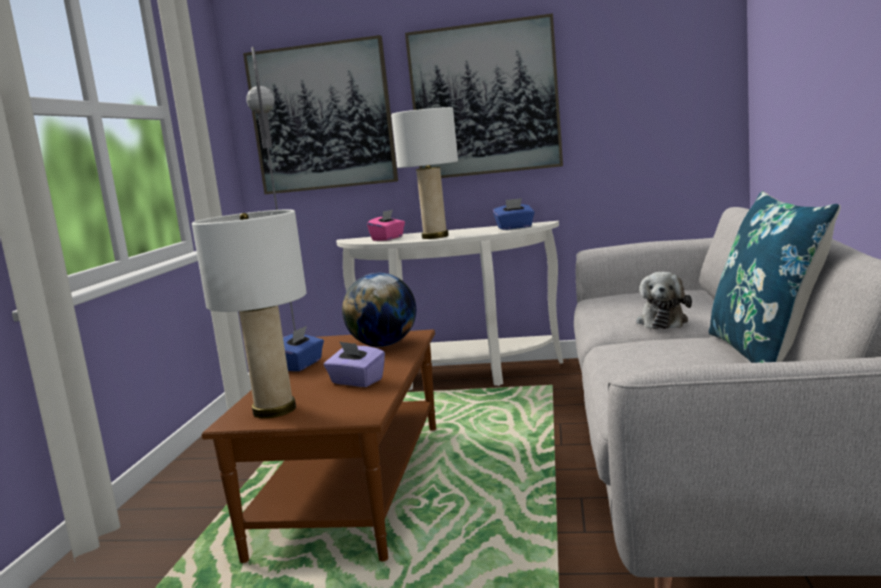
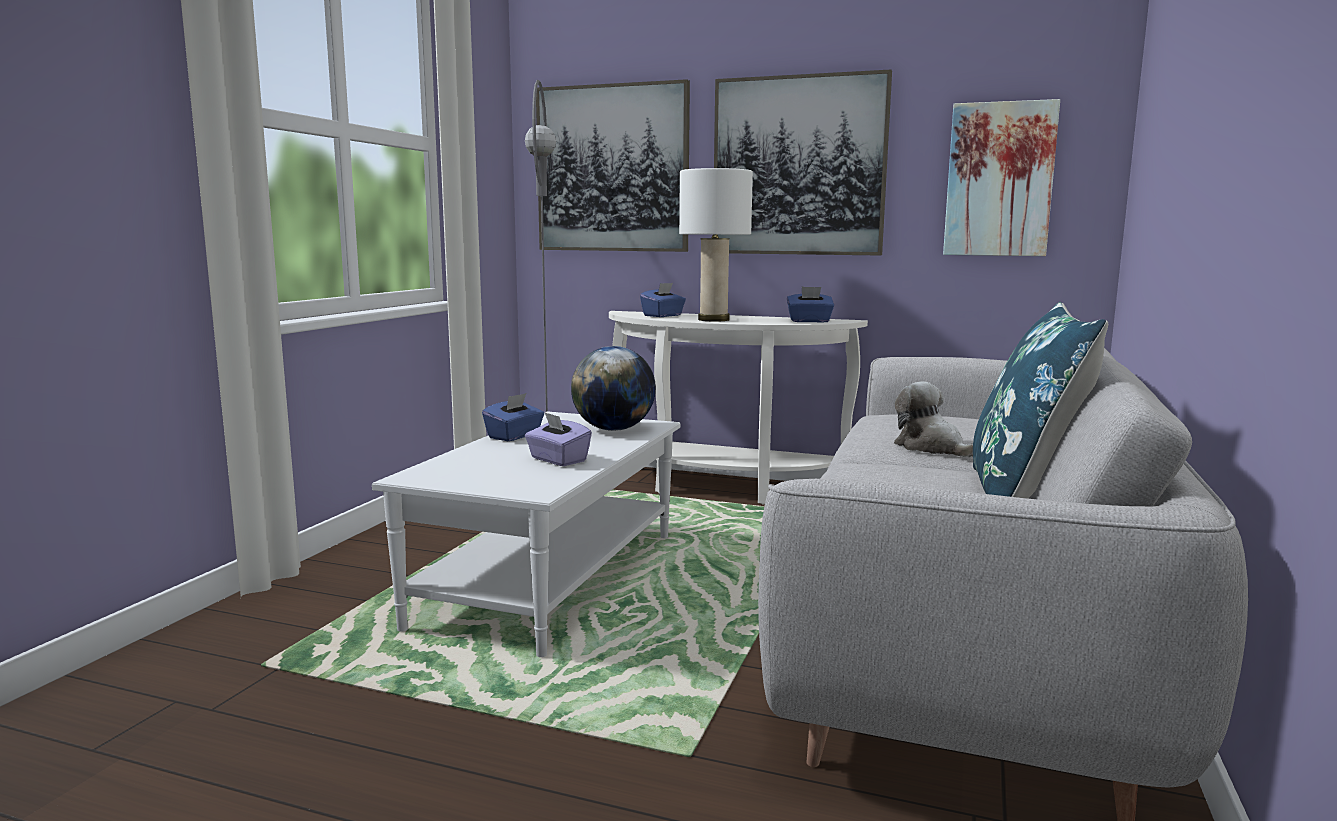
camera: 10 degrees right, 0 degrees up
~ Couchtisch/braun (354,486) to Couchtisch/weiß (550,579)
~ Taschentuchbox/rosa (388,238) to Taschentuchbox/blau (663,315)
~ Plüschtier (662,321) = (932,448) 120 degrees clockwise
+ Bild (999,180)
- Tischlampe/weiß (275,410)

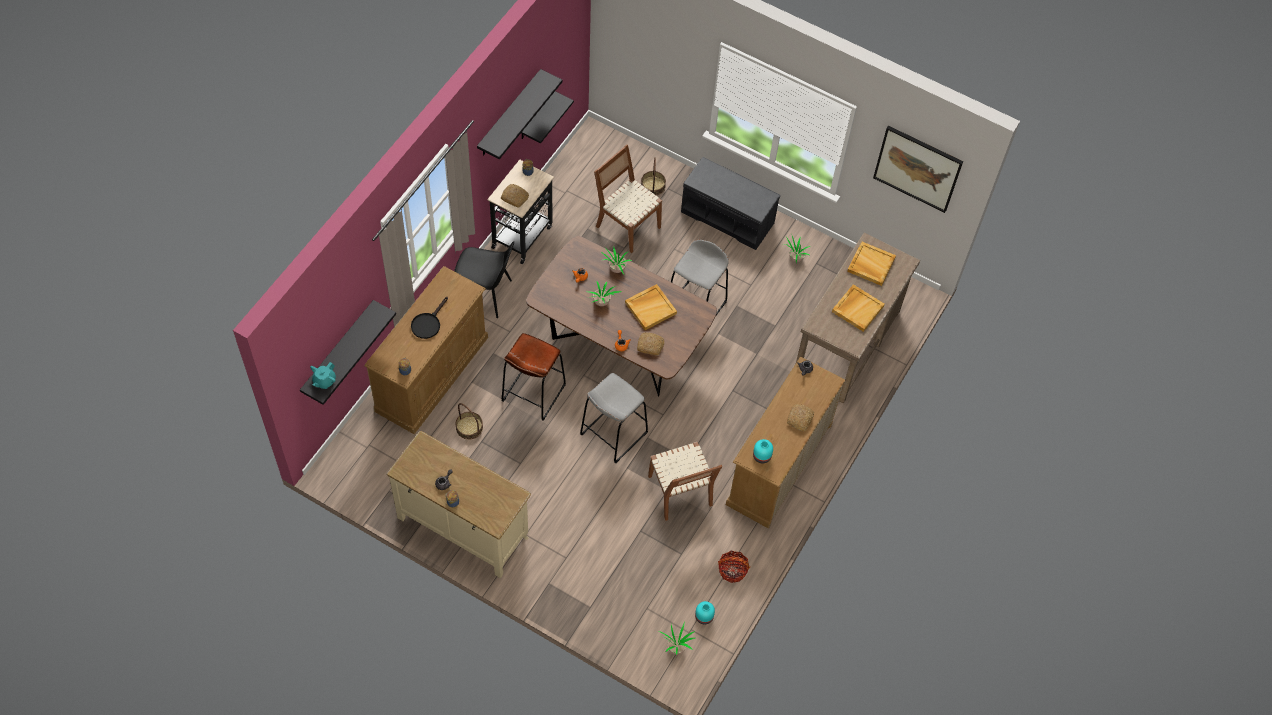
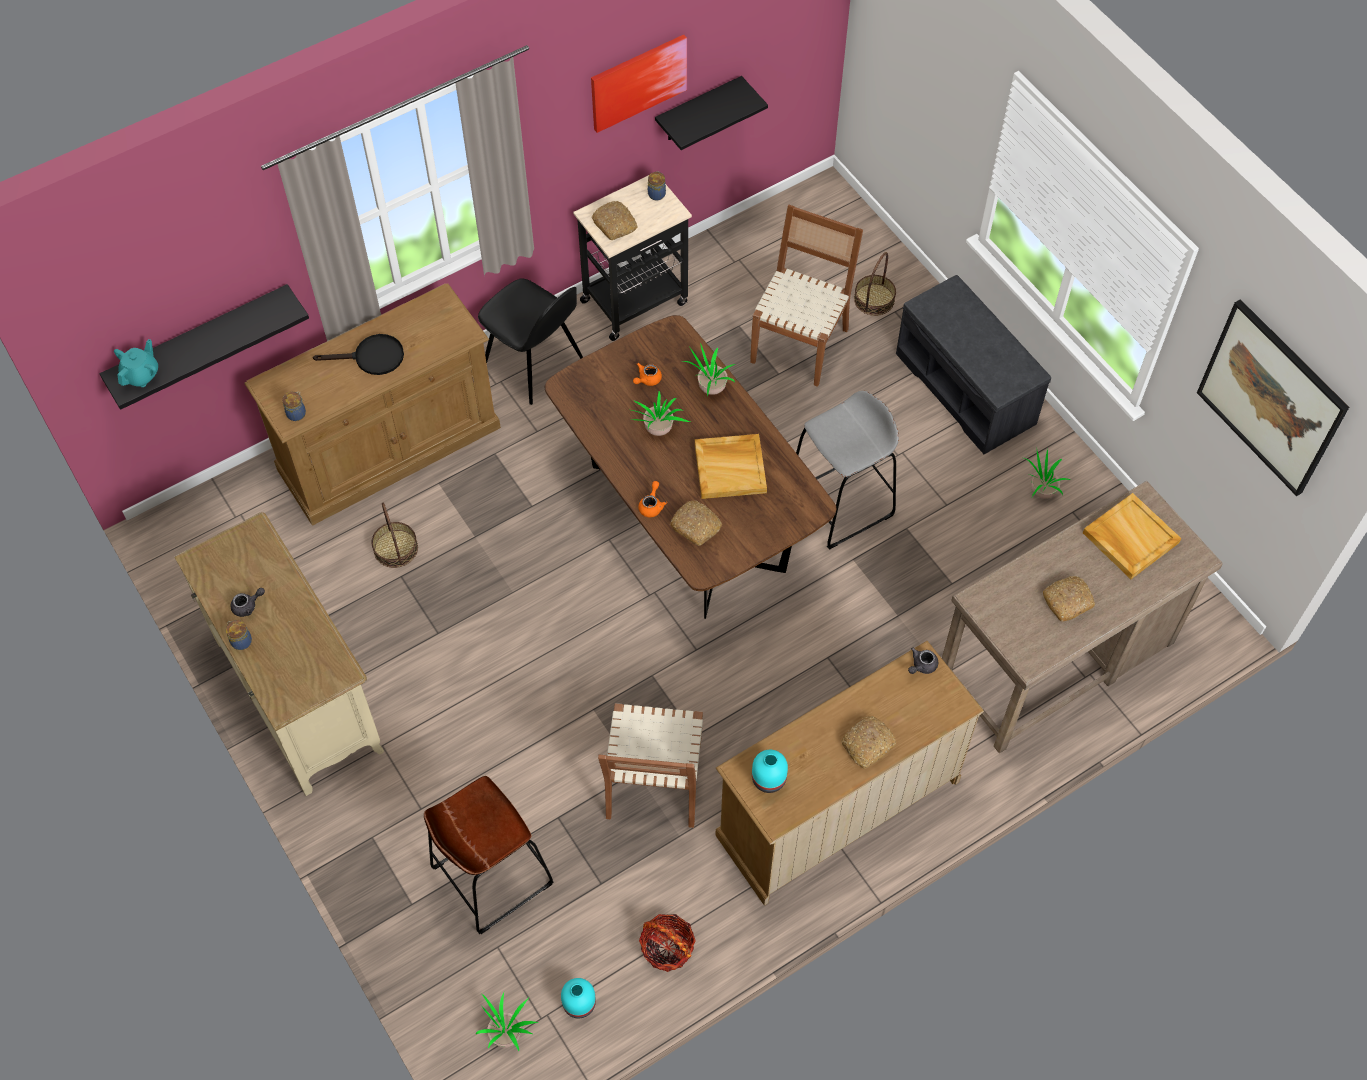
camera: 30 degrees right, 0 degrees up
~ Teekanne/türkis (324,381) = (141,375) 150 degrees clockwise
~ Pfanne/schwarz (428,323) = (372,358) 150 degrees counterclockwise
~ Hocker/braun (533,393) to (491,875)
~ Wandregal/schwarz (509,114) to Bild (638,82)
~ Stuhl (626,225) = (801,342) 45 degrees clockwise
~ Tablett/beige (857,308) to Brot (1068,601)
- Hocker/grau (613,433)

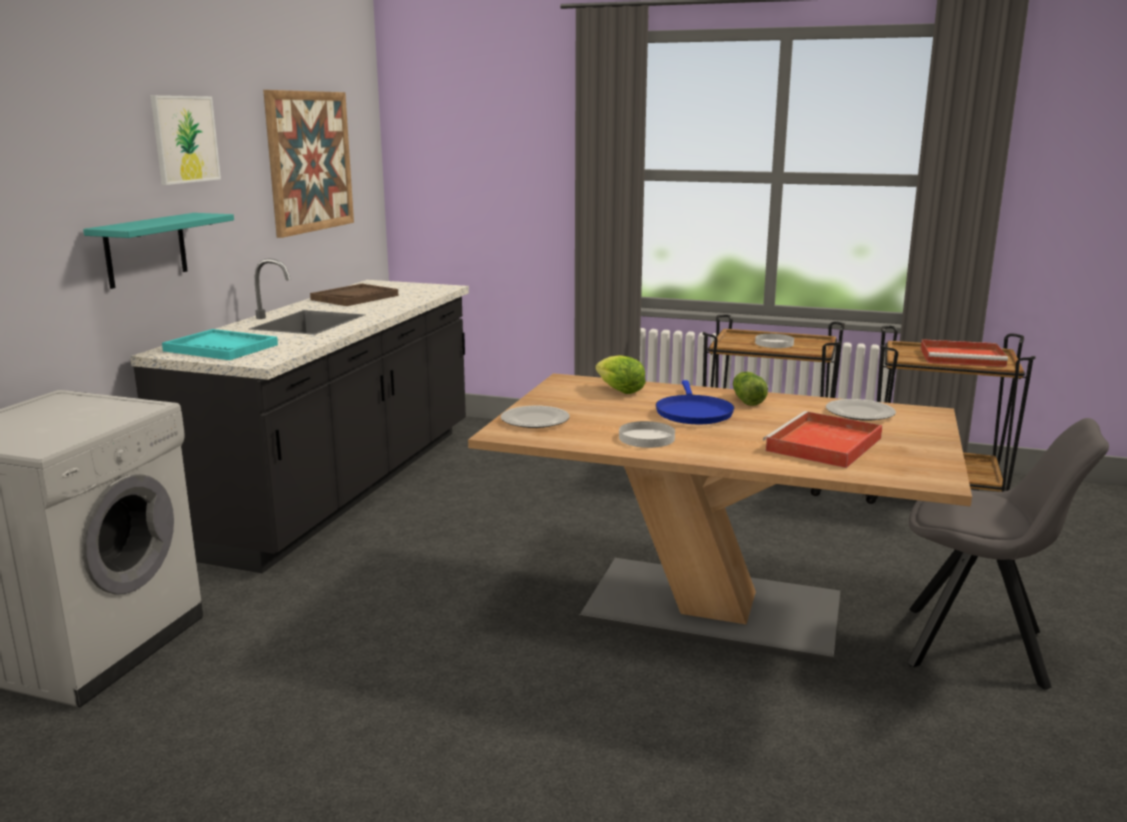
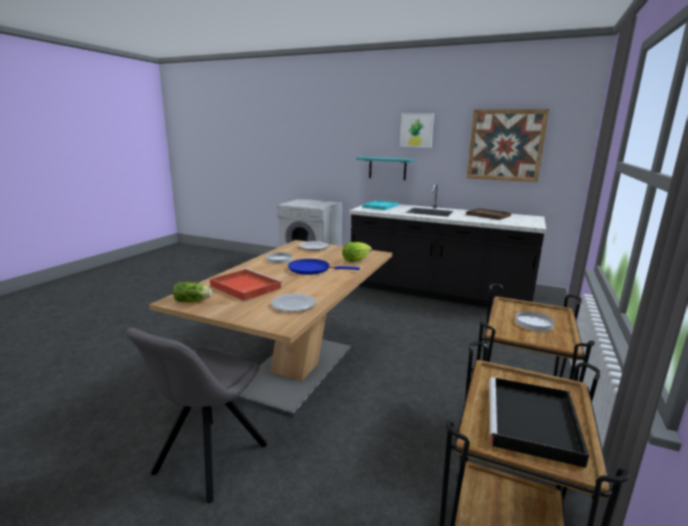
camera: 95 degrees right, 0 degrees up
~ Salatkopf (747,400) to (193,301)
~ Tablett/rot (963,357) to Tablett/schwarz (533,424)

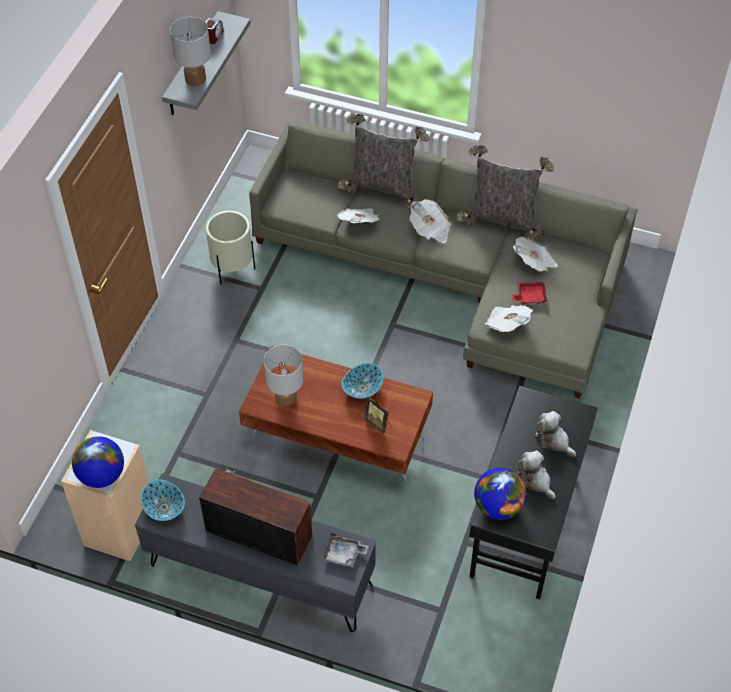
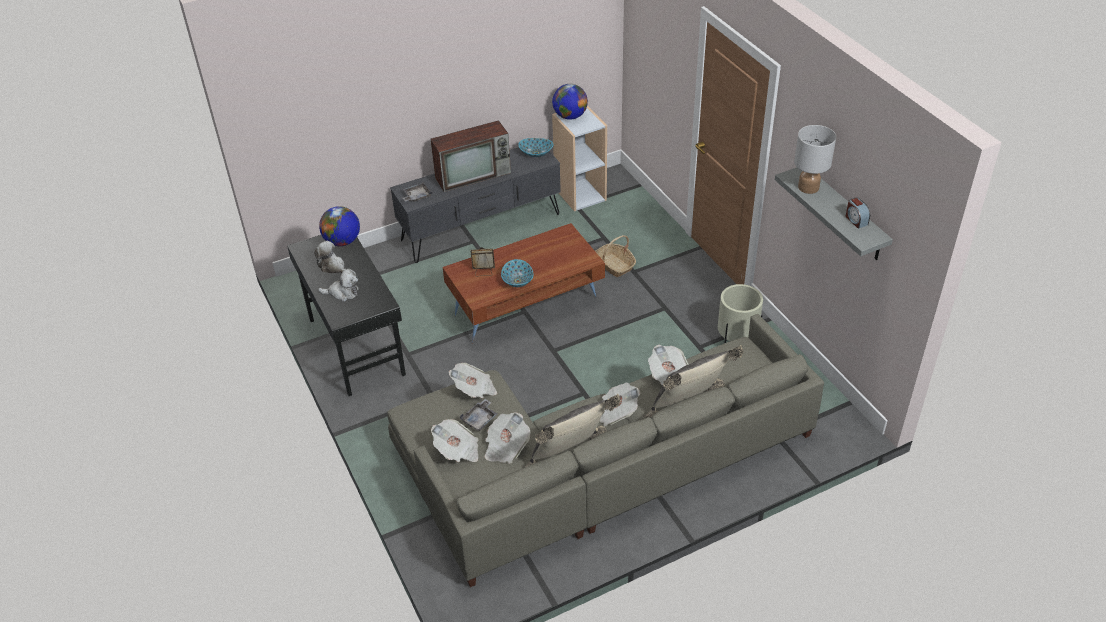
camera: 135 degrees right, 10 degrees down
~ Plüschtier (535,480) = (333,267) 150 degrees counterclockwise
+ Zeitung (457,450)
~ Tablett/rot (530,296) to Tablett/grau (480,419)
+ Korb (614,265)
- Tischlampe/grau (286,398)

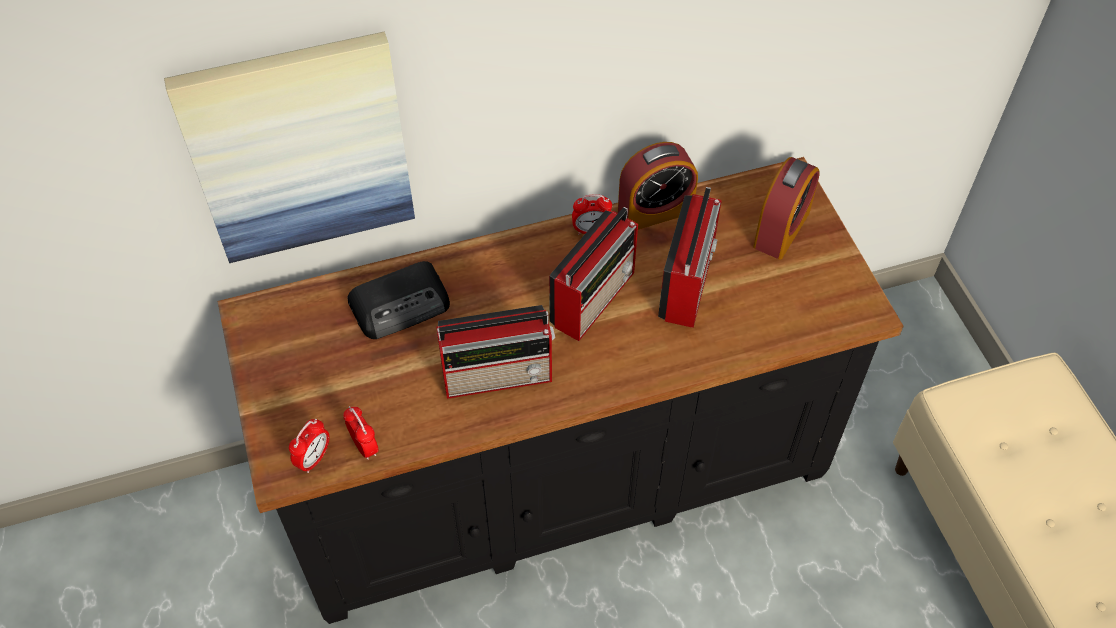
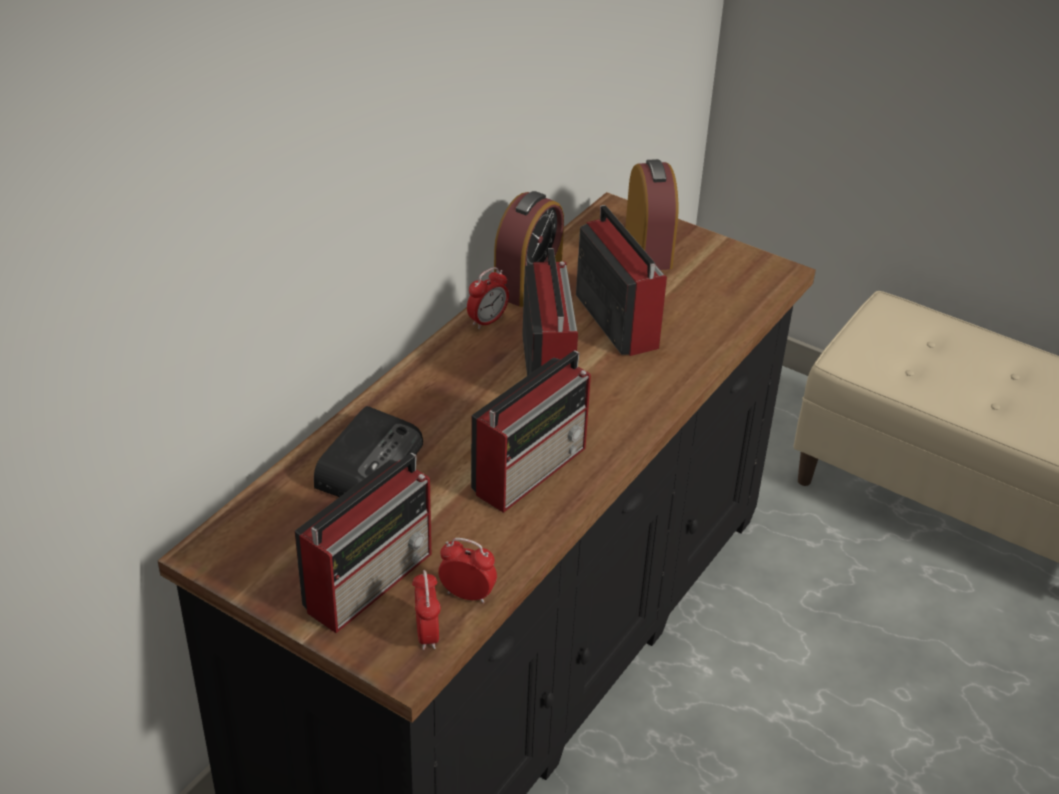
camera: 40 degrees left, 15 degrees down
+ Radio (371,579)
- Bild (300,149)

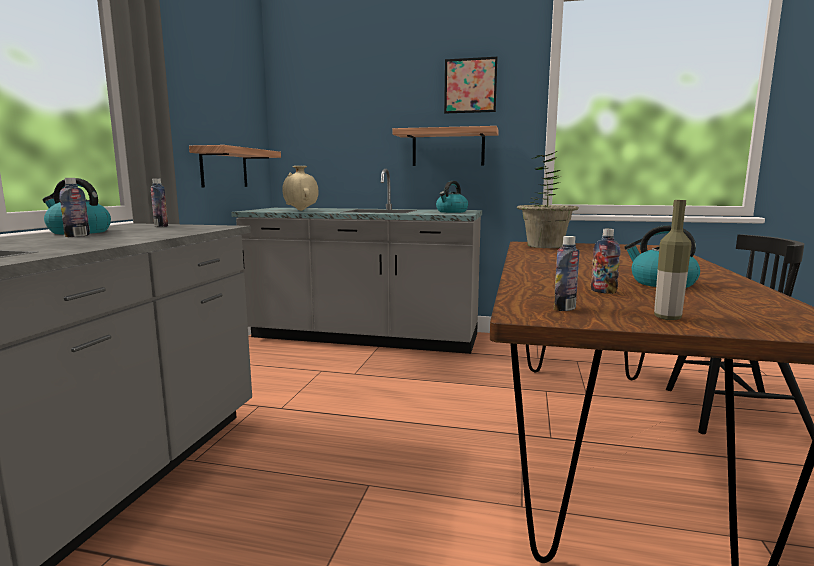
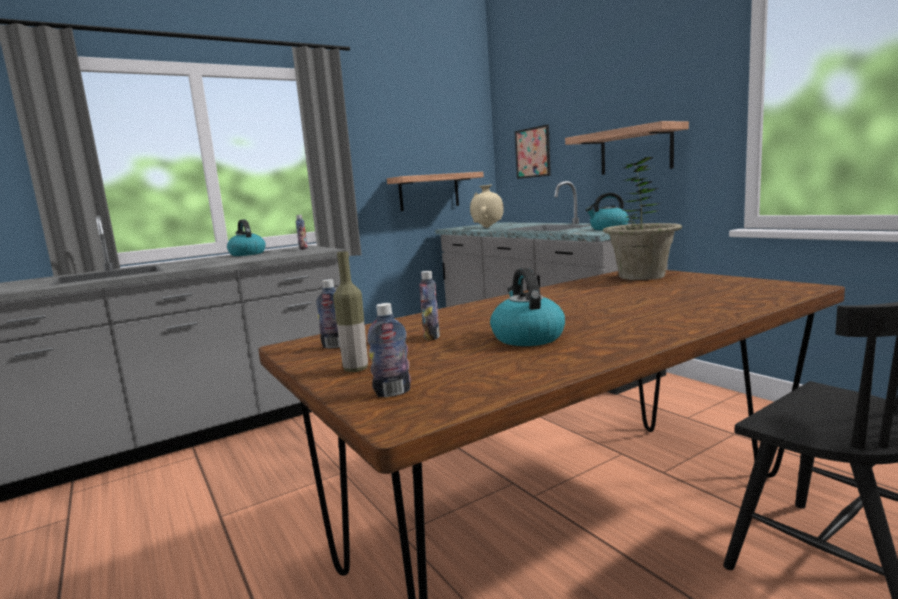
camera: 45 degrees right, 0 degrees up
~ Flasche (77,236) to (392,392)
~ Bild (470,85) to (533,152)

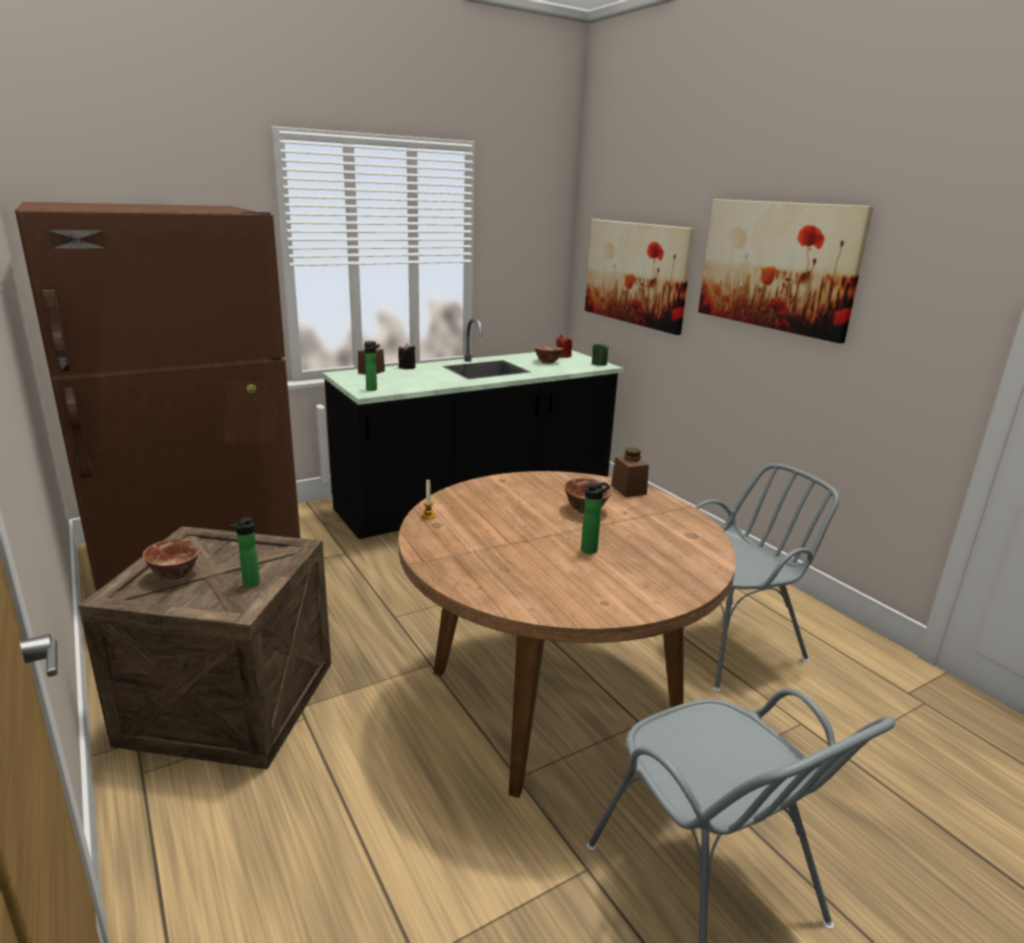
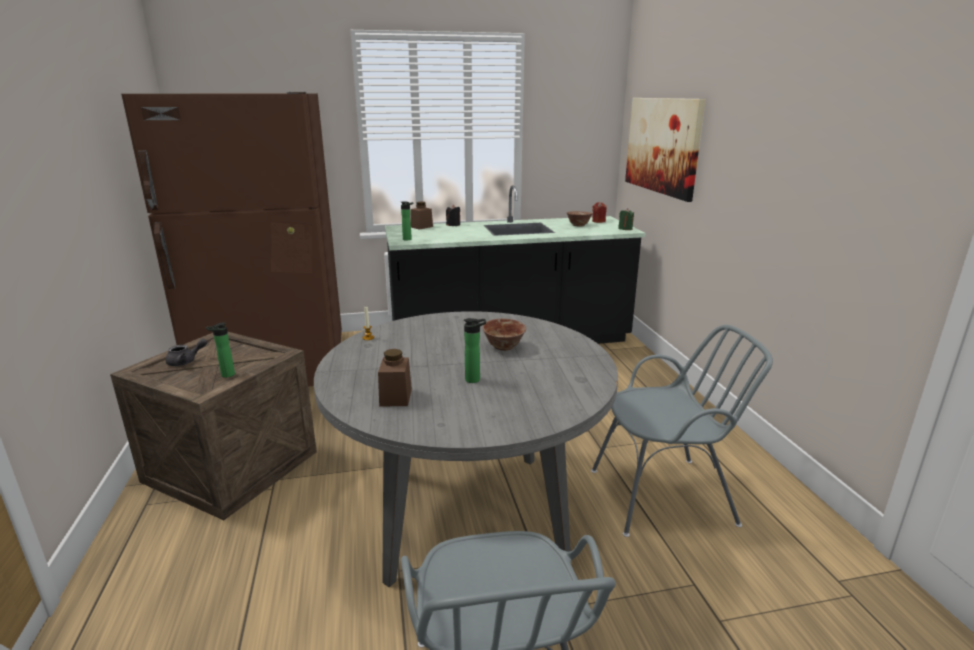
camera: 20 degrees right, 0 degrees up
~ Schüssel (175,574) to Teekanne/grau (186,361)
~ Esstisch/braun (553,700) to Esstisch/grau (469,513)
~ Vorratsglas/braun (628,490) to (395,397)
- Bild (776,266)

